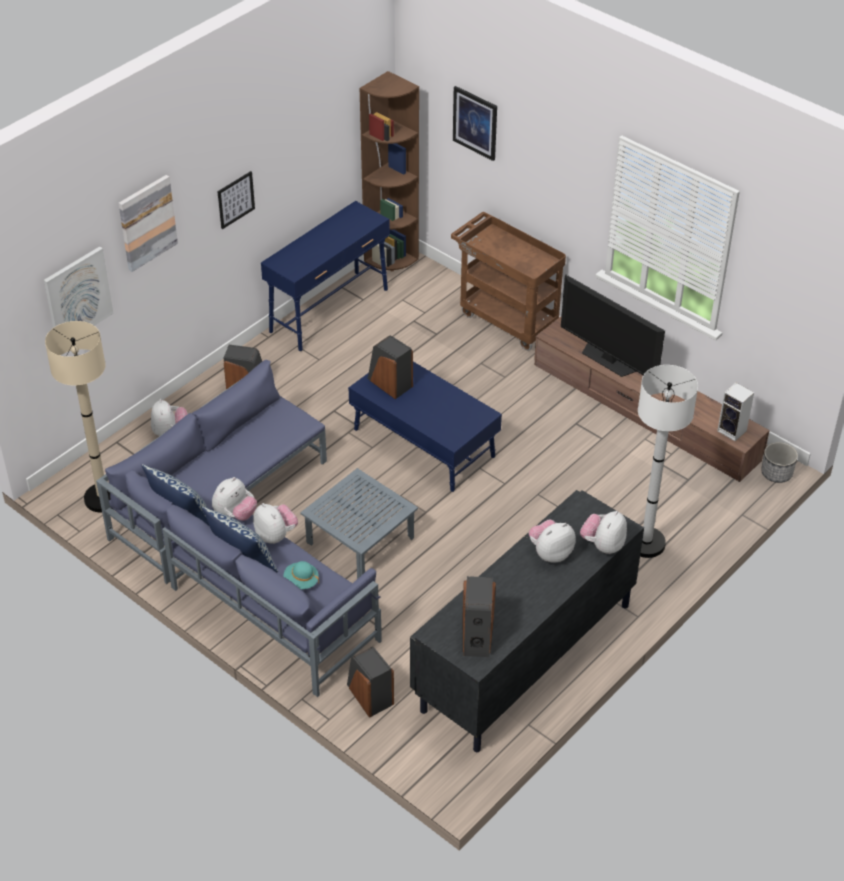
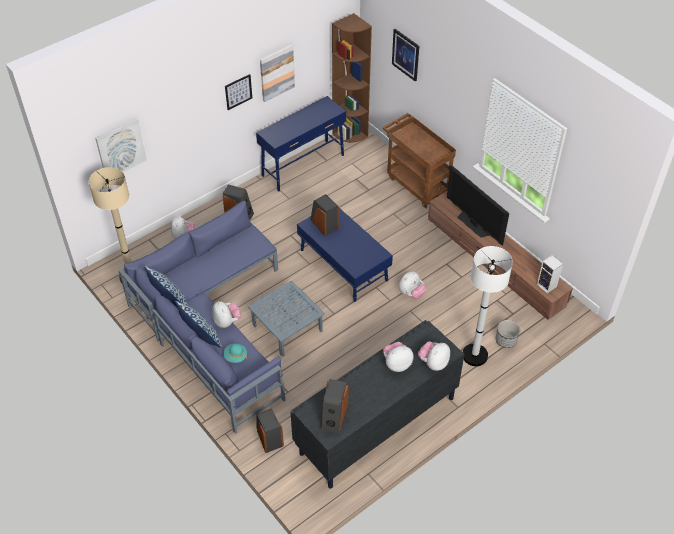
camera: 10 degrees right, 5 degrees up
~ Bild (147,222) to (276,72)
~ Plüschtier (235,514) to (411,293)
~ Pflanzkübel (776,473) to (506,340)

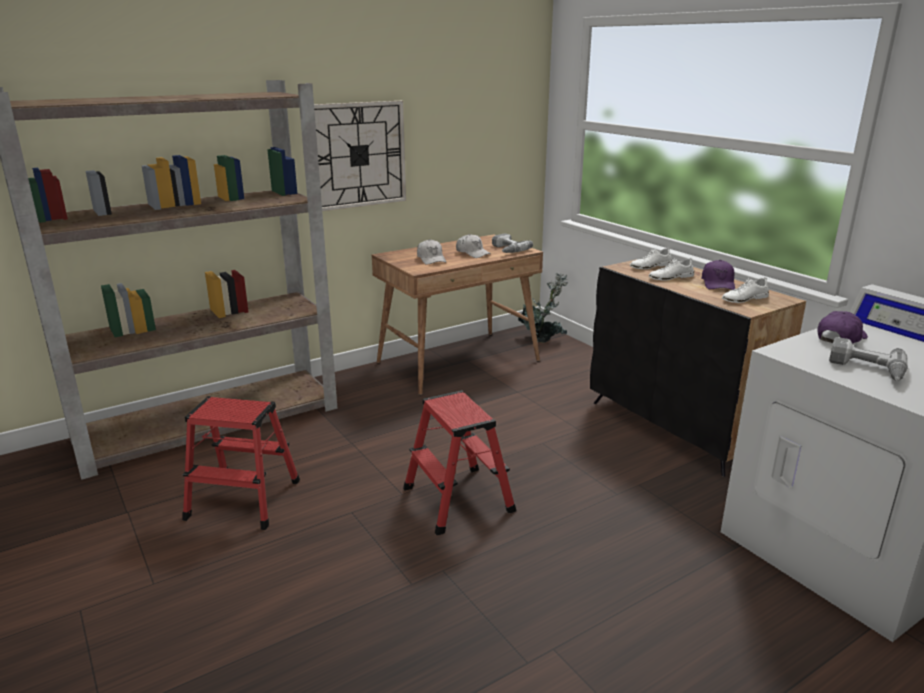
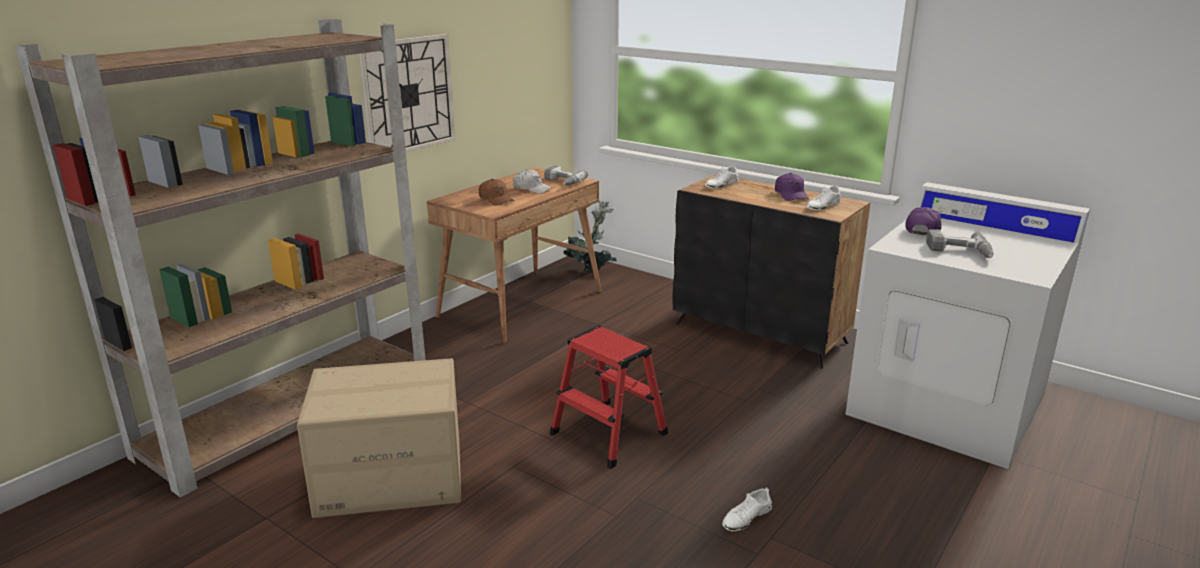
camera: 20 degrees left, 0 degrees up
~ Trittleiter/rot (244,499) to Karton (391,477)
~ Kappe/weiß (431,259) to Kappe/braun (496,199)
~ Schuh/weiß (670,277) to (746,517)

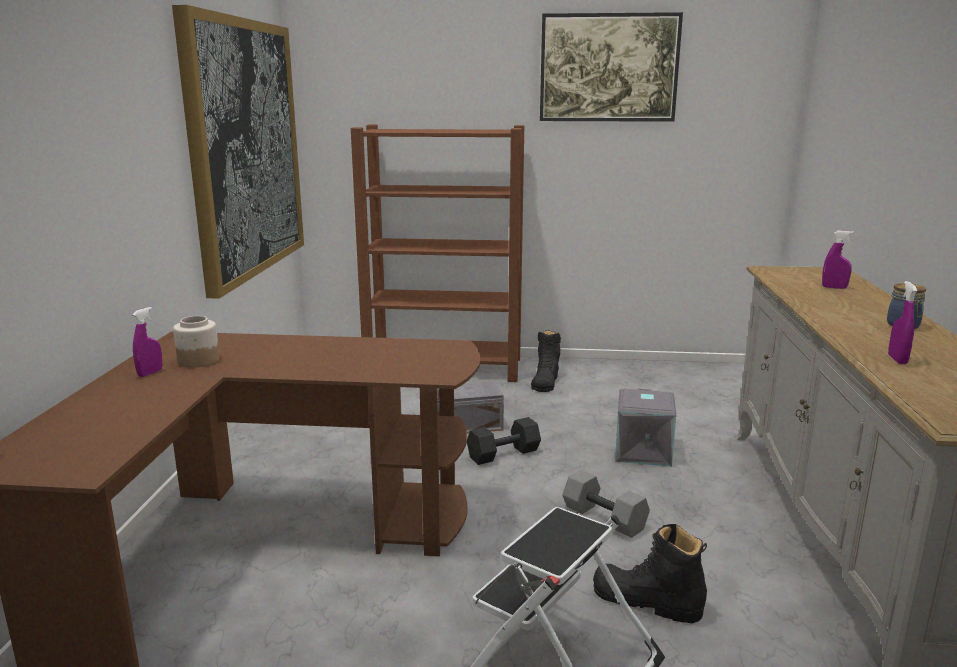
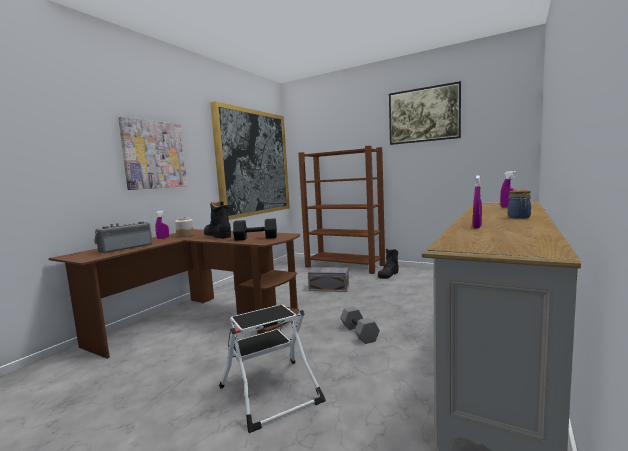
camera: 25 degrees right, 10 degrees down
+ Radio (125,248)
+ Bild (154,155)
~ Stiefel/schwarz (646,601) to (217,235)
~ Hantel/schwarz (503,453) to (256,238)
- Aufbewahrungsbox/grau (644,452)

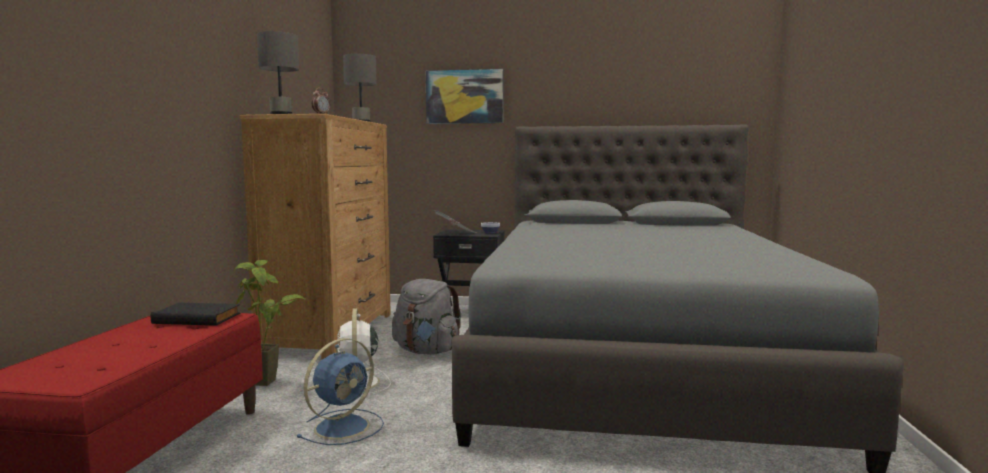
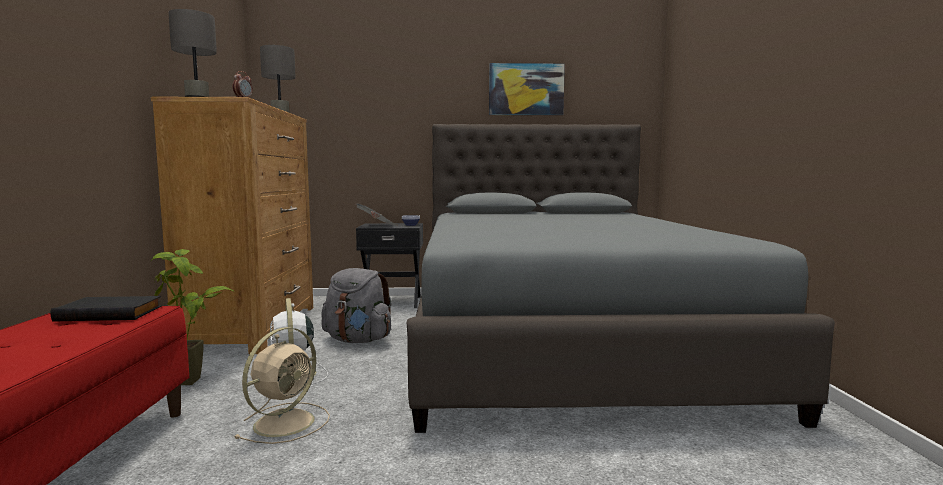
camera: 10 degrees left, 0 degrees up
~ Ventilator/blau (344,426) to Ventilator/beige (286,422)
~ Bild (464,97) to (526,89)

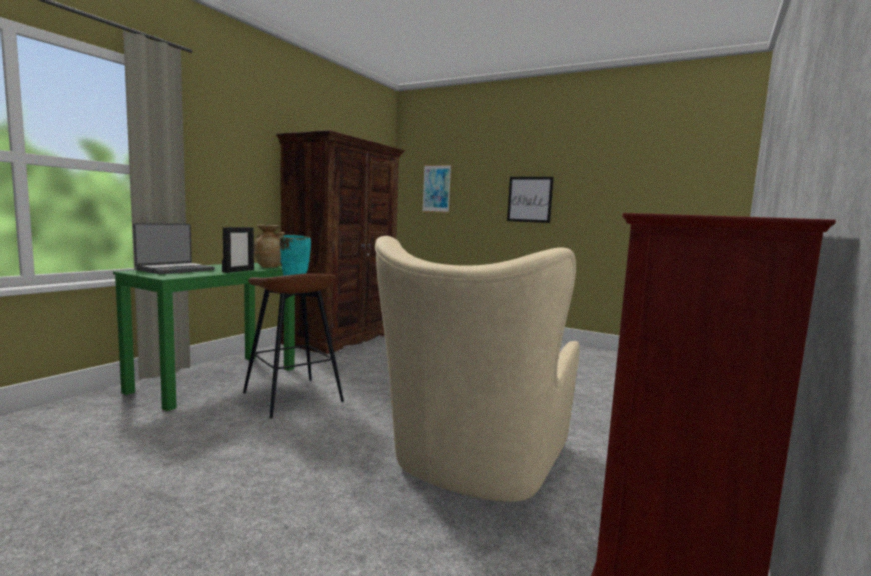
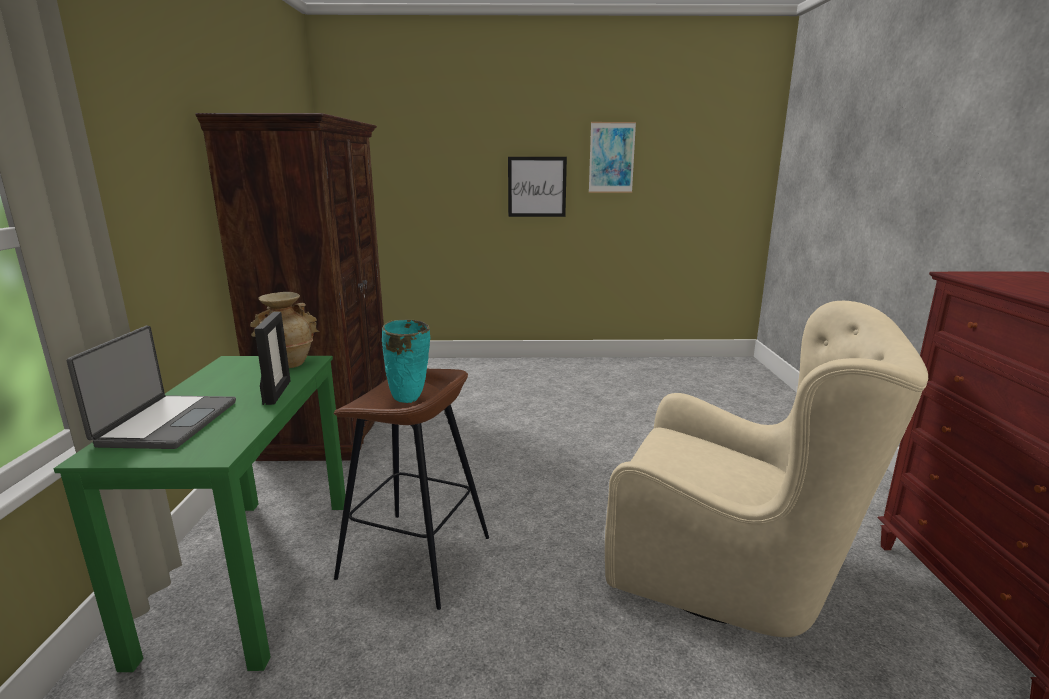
camera: 30 degrees left, 10 degrees up
~ Bild (436,188) to (611,157)
~ Sessel/beige (474,465) = (737,573) 60 degrees counterclockwise

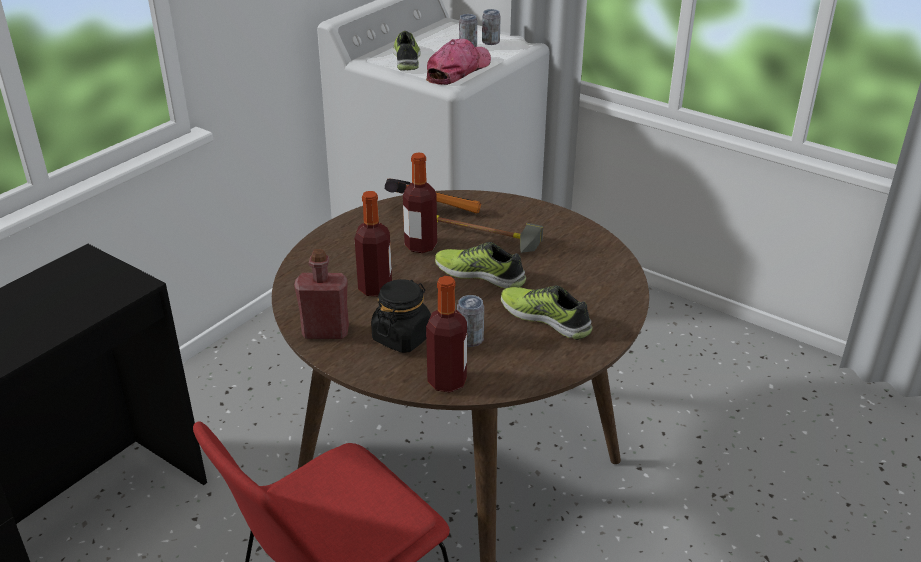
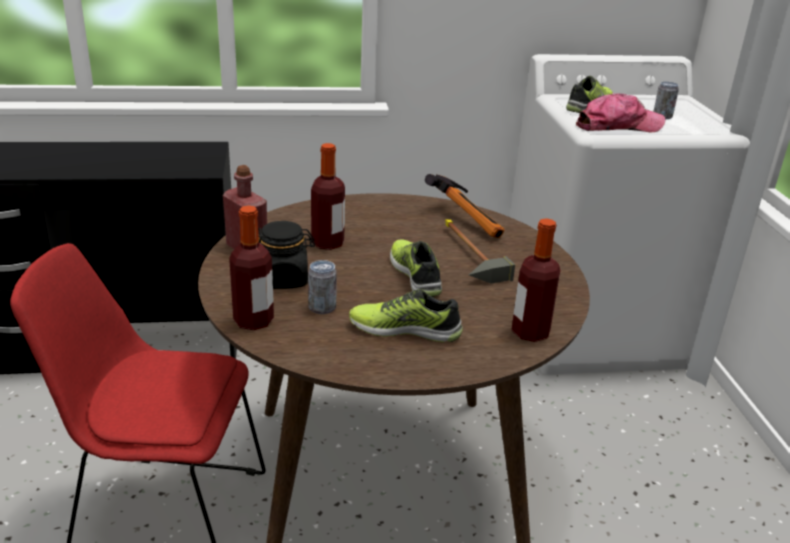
camera: 45 degrees right, 5 degrees down
~ Schuh (546,318) = (405,329) 75 degrees counterclockwise
~ Flasche (420,246) to (530,332)
- Dose (490,42)

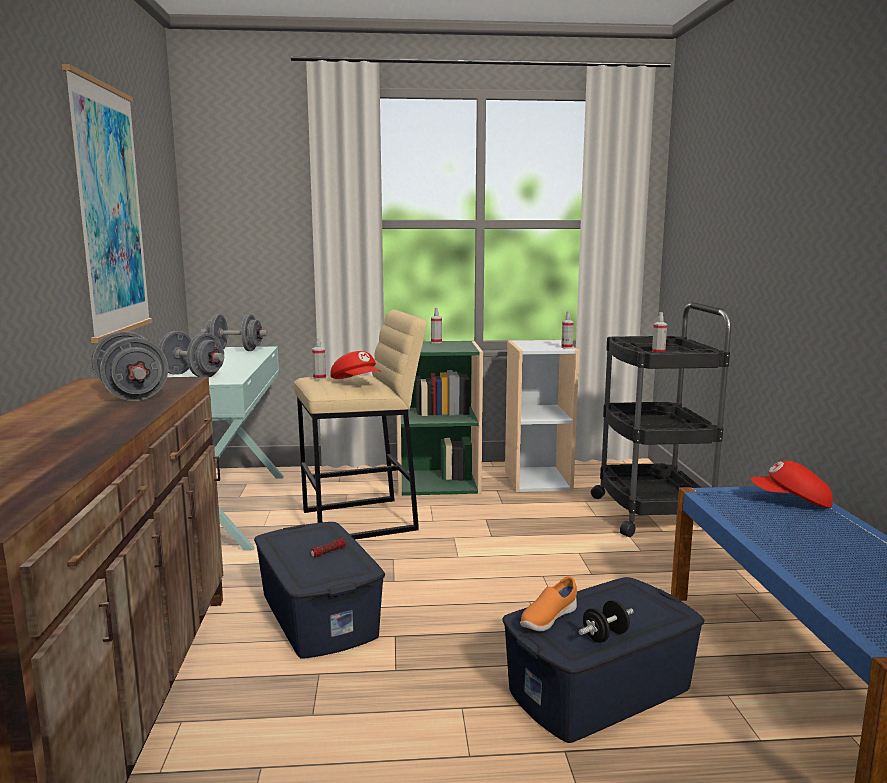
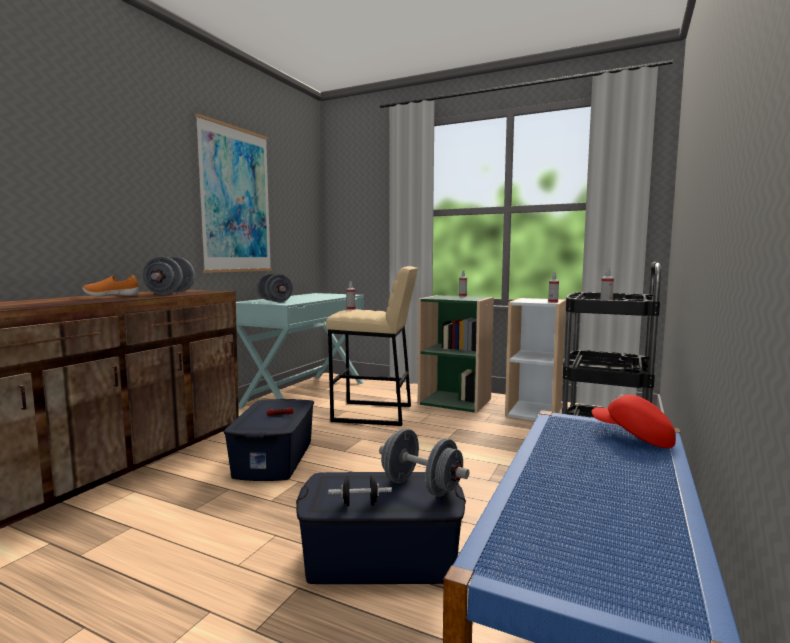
camera: 30 degrees right, 5 degrees down
~ Schuh/orange (548,619) to (111,296)
~ Hantel/grau (235,350) to (421,487)
- Kappe/rot (356,382)

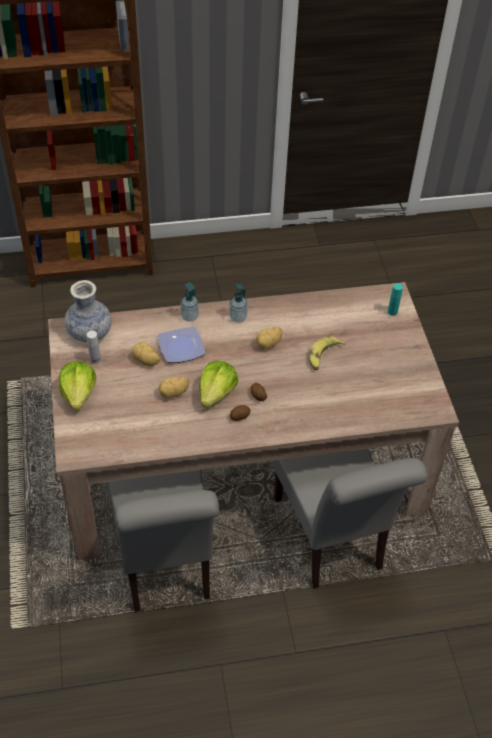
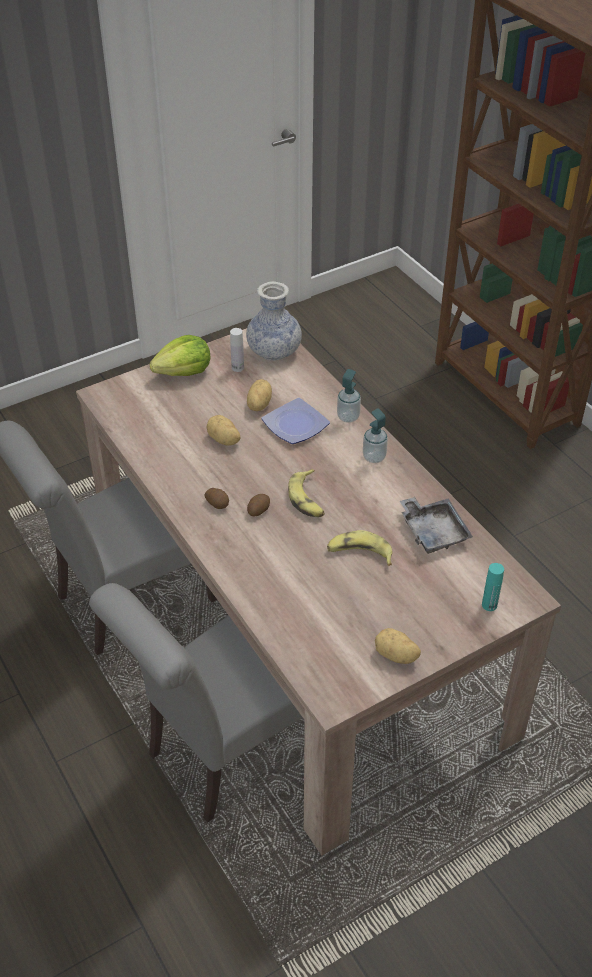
camera: 70 degrees right, 5 degrees down
+ Banane (308,499)
~ Kartoffel (269,344) to (396,656)
+ Tablett/grau (433,531)
- Salatkopf (216,393)

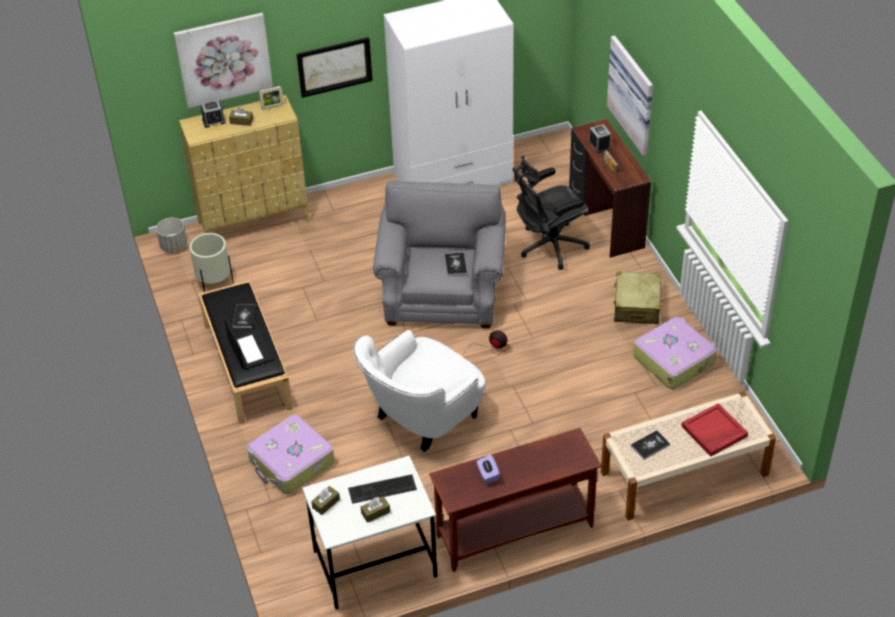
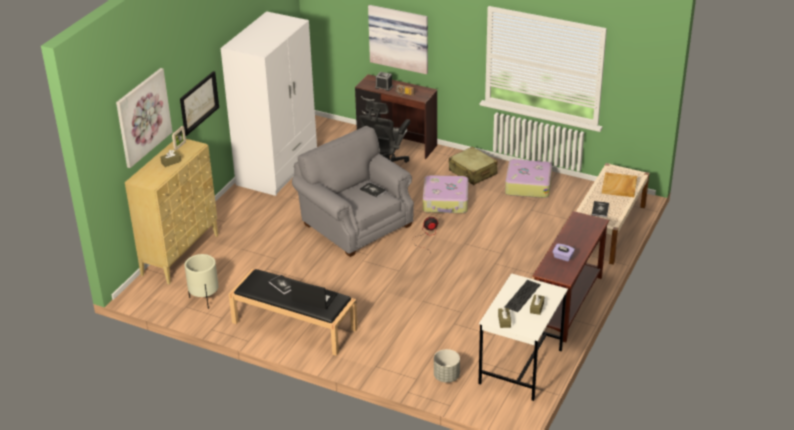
camera: 45 degrees left, 10 degrees down
~ Koffer (291,462) to (446,201)
~ Pflanzkübel/grau (173,246) to (446,376)
~ Tablett/rot (714,432) to Tablett/beige (619,186)
- Wecker (213,121)
- Sessel/weiß (421,418)

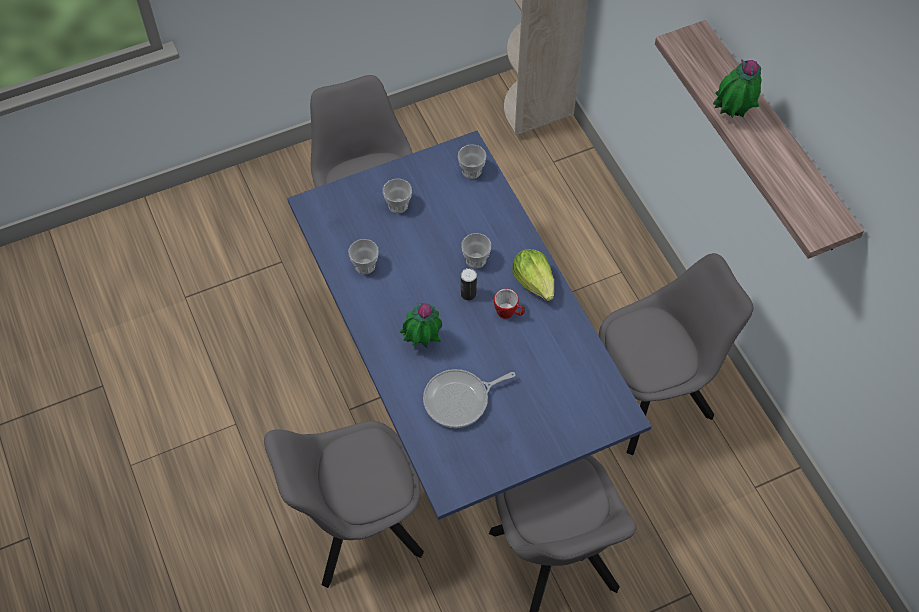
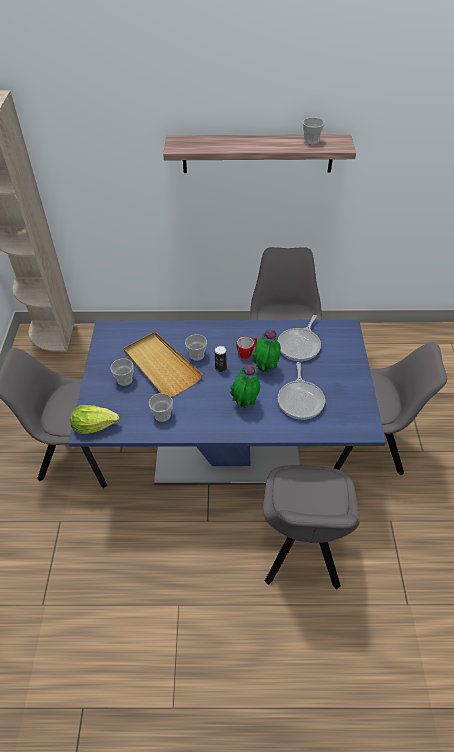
camera: 65 degrees left, 10 degrees down
~ Salatkopf (534,282) to (94,425)
+ Tablett/beige (161,366)
~ Topfpflanze (731,115) to (266,369)
+ Pfanne (300,345)
~ Tasse (471,171) to (311,141)

